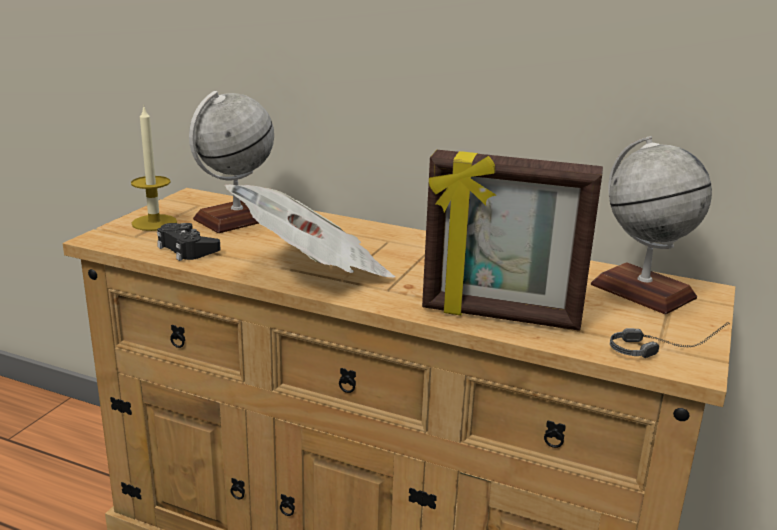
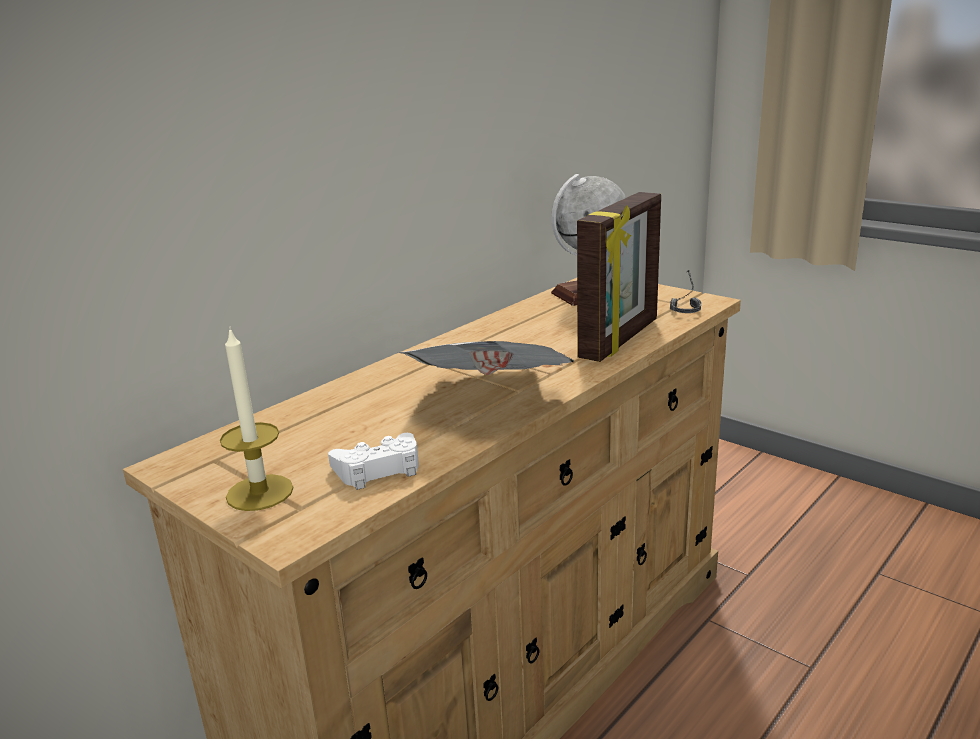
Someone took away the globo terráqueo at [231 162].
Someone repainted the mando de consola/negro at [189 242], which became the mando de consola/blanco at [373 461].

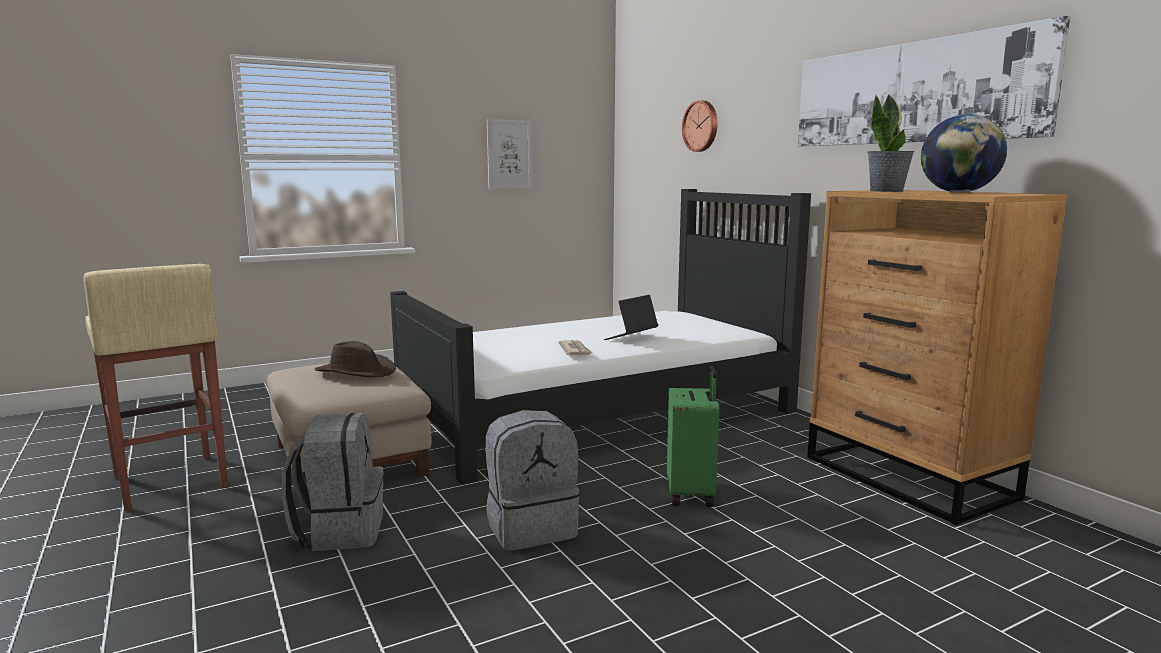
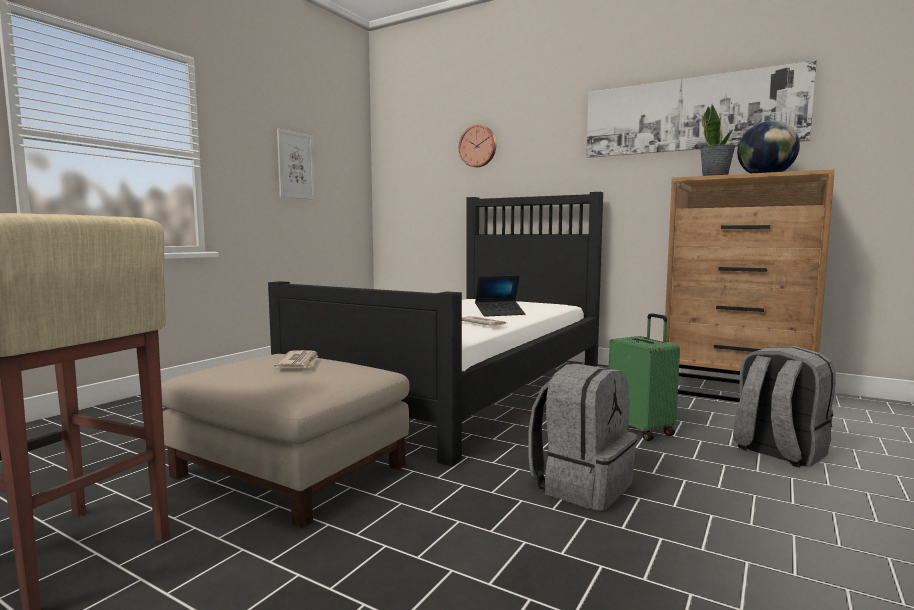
Someone rotated the portátil at [631 317] by 120 degrees counterclockwise.
Someone swapped the sombrero/marrón at [355 359] for the periódico at [296 359].
Someone carried the mochila/gris from [332 482] to [784 406].

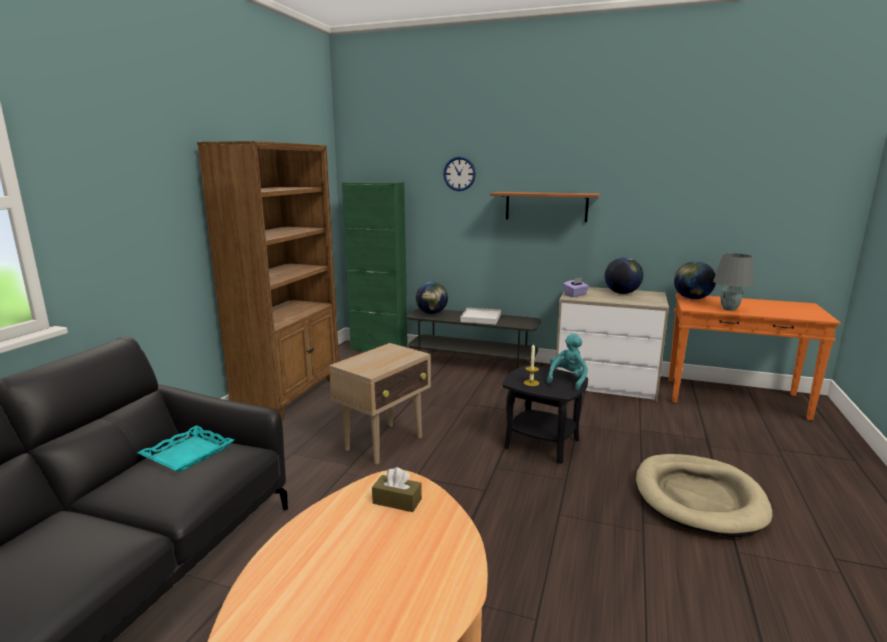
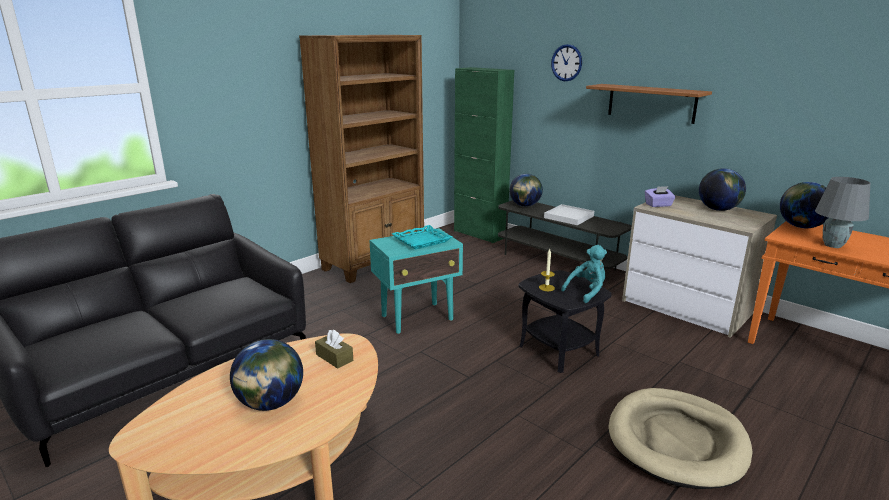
Someone repainted the mesa auxiliar/beis at [380 403], which became the mesa auxiliar/turquesa at [416 281].
Someone carried the bandeja/turquesa from [185 449] to [422 237].
Someone put down the globo terráqueo at [266 375].

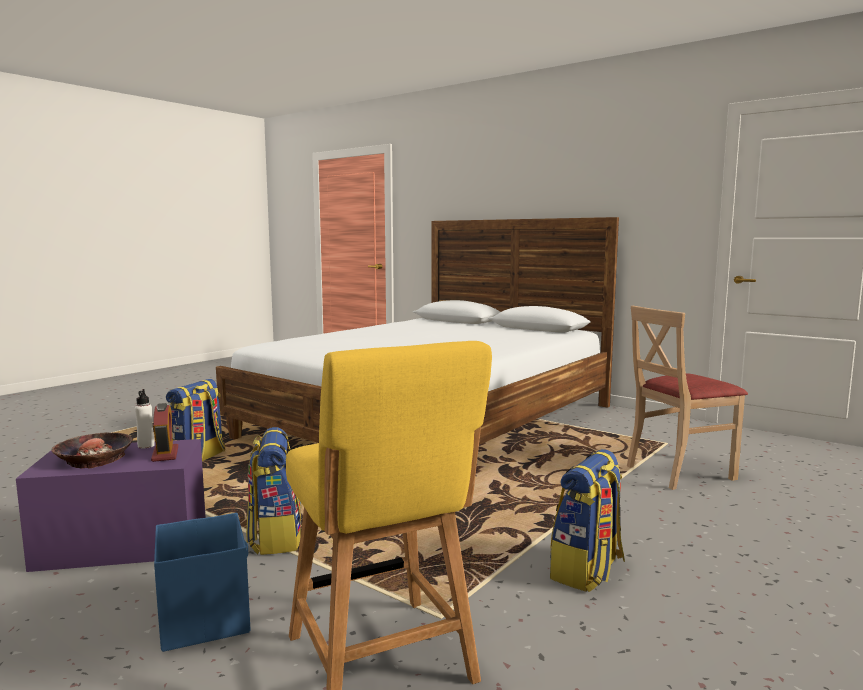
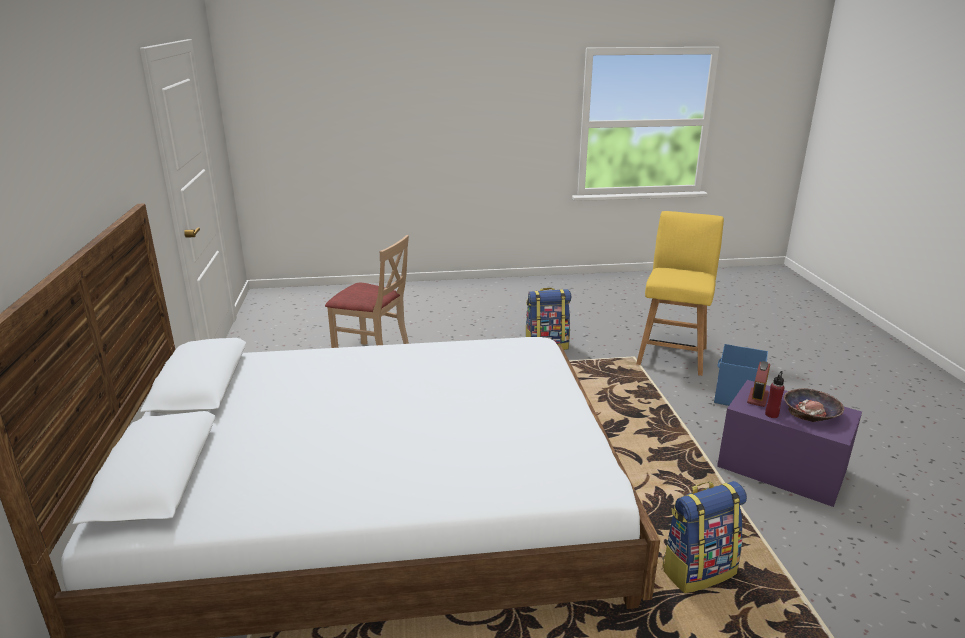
Someone repainted the botella/blanco at [145 419], which became the botella/rojo at [775 394].
Someone took away the mochila at [273 491].

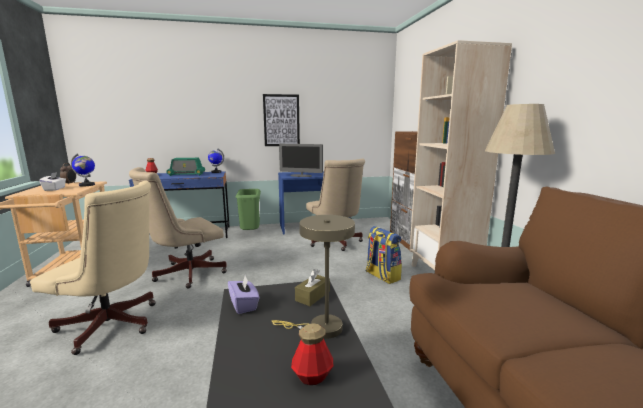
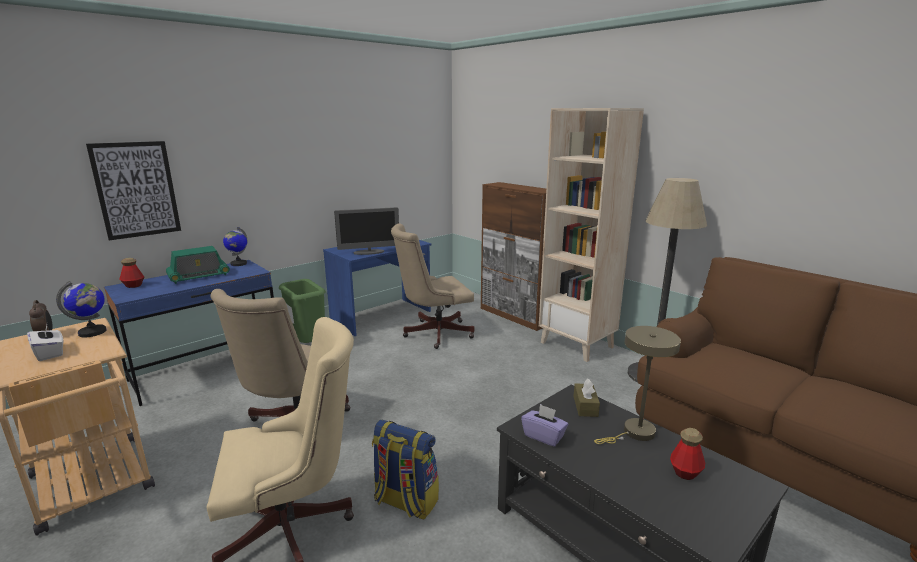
Someone carried the cuadro from [281 120] to [133 190].
Someone rotated the silla de oficina/beis at [335 205] by 120 degrees clockwise.
Someone carried the mochila from [384 255] to [405 470].

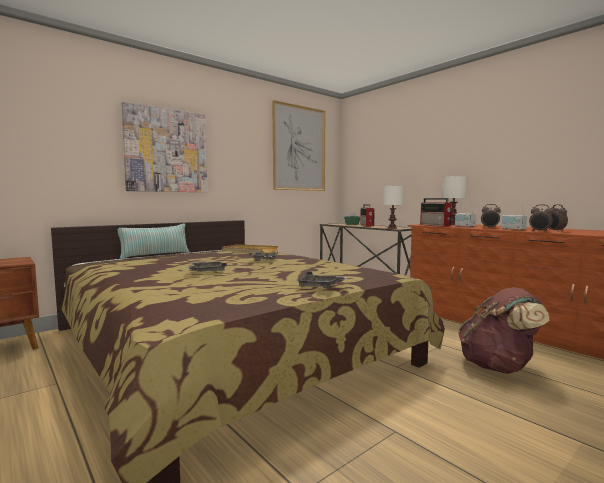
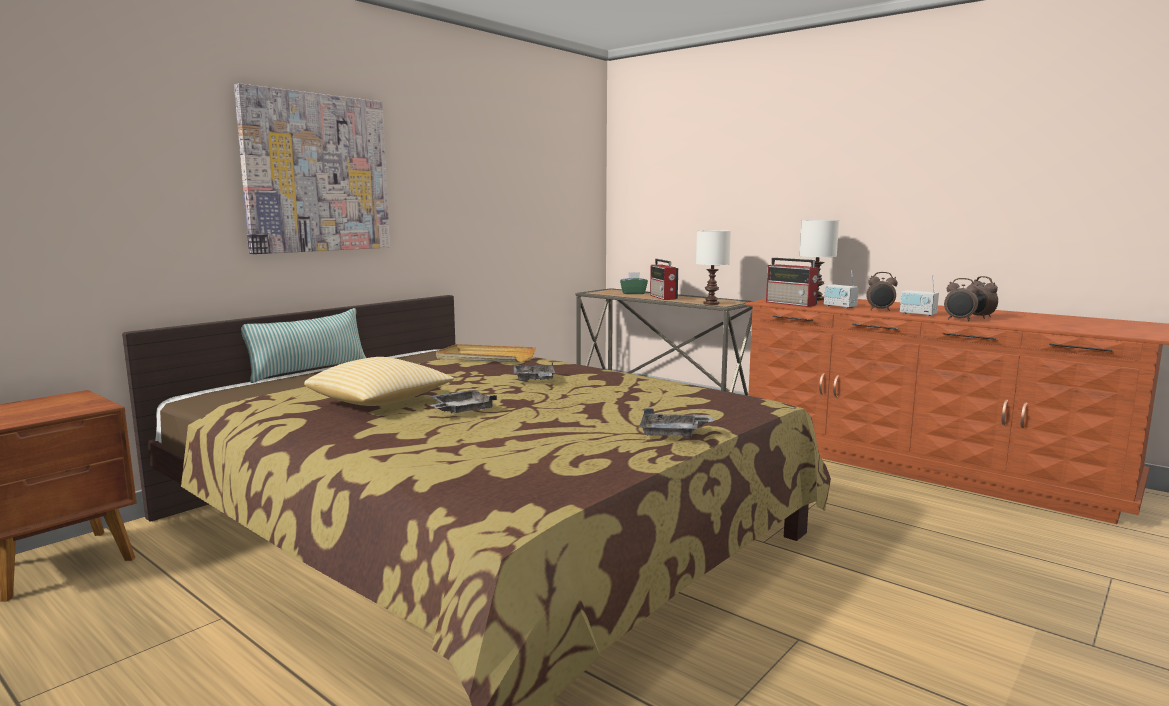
Someone took away the cuadro at [298 145].
Someone took away the mochila/marrón at [504 331].
Someone put down the cojín at [379 381].

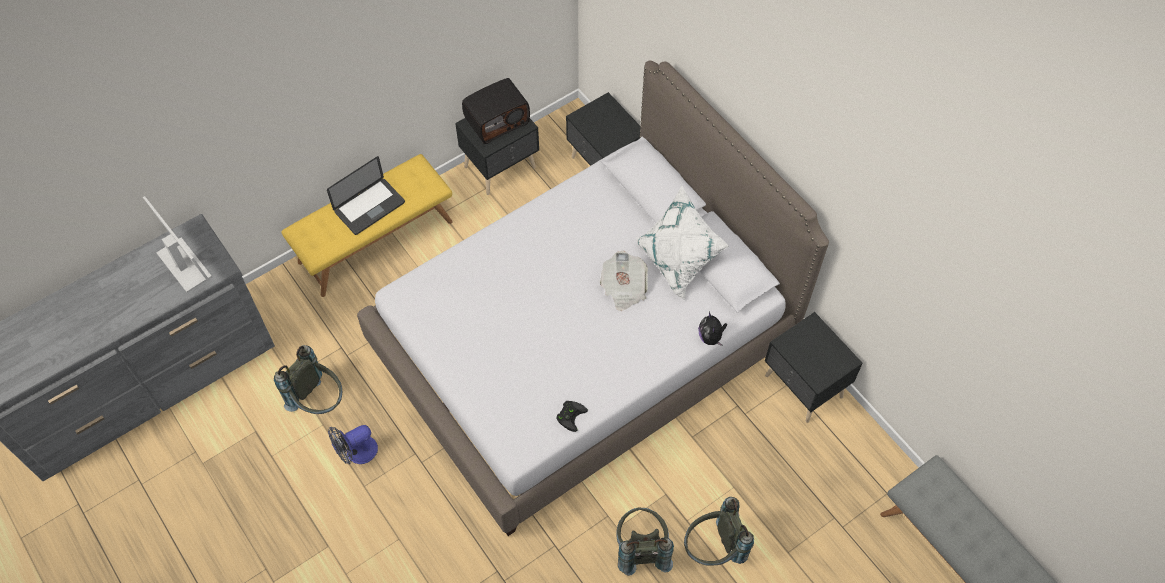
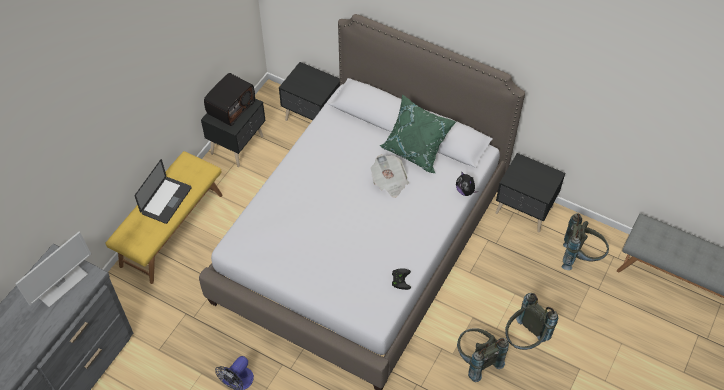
Someone repainted the cojín/blanco at [682 242], which became the cojín/verde at [418 134].
Someone rotated the monitor at [177 244] by 105 degrees clockwise.
Someone carried the mochila/gris from [308 379] to [585 241].

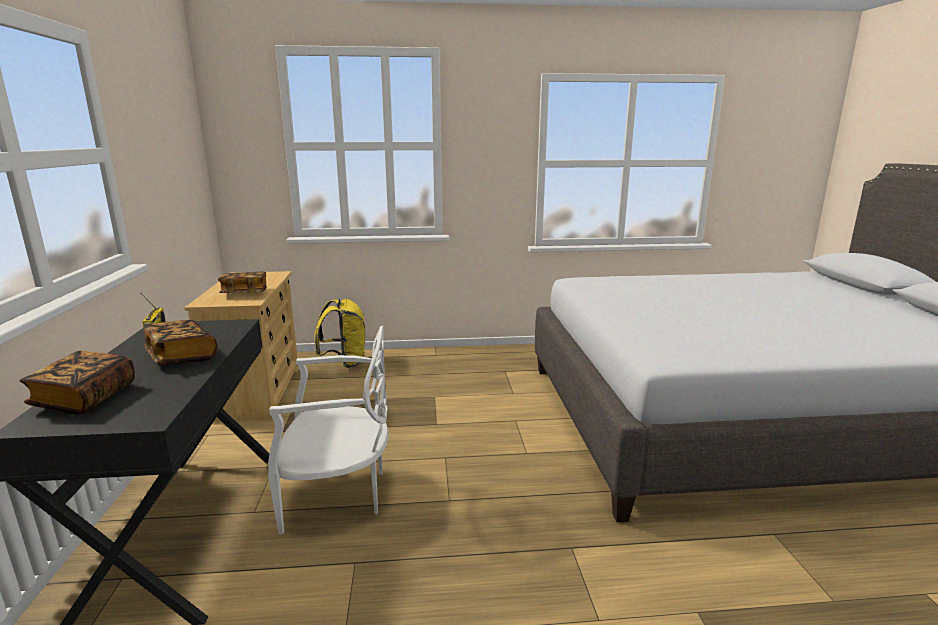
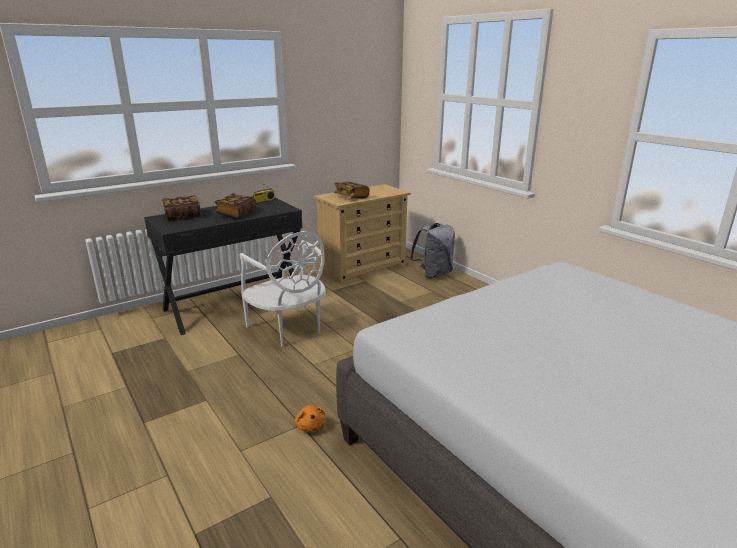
Someone repainted the mochila/amarillo at [339 333], which became the mochila/gris at [432 250].
Someone put down the peluche/naranja at [310 418].

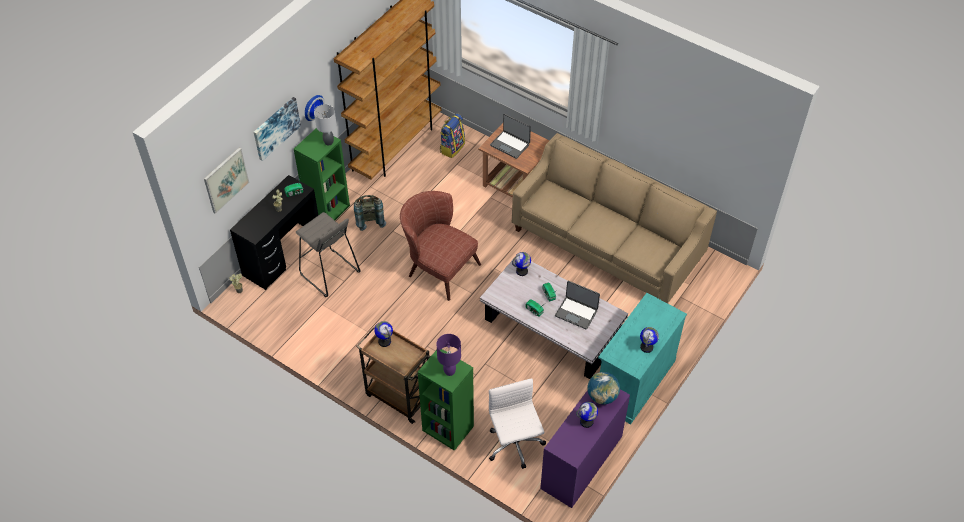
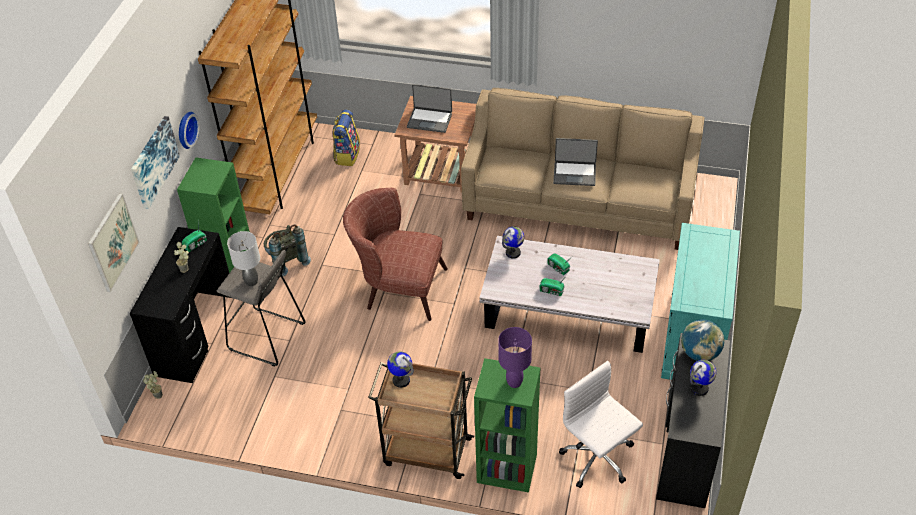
Someone carried the lámpara de mesa/gris from [325 124] to [243 258].
Someone carried the portátil from [577 305] to [575 162].
Someone took away the globo terráqueo at [649 340].
Someone repainted the escritorio/morado at [585 448], which became the escritorio/negro at [693 420].

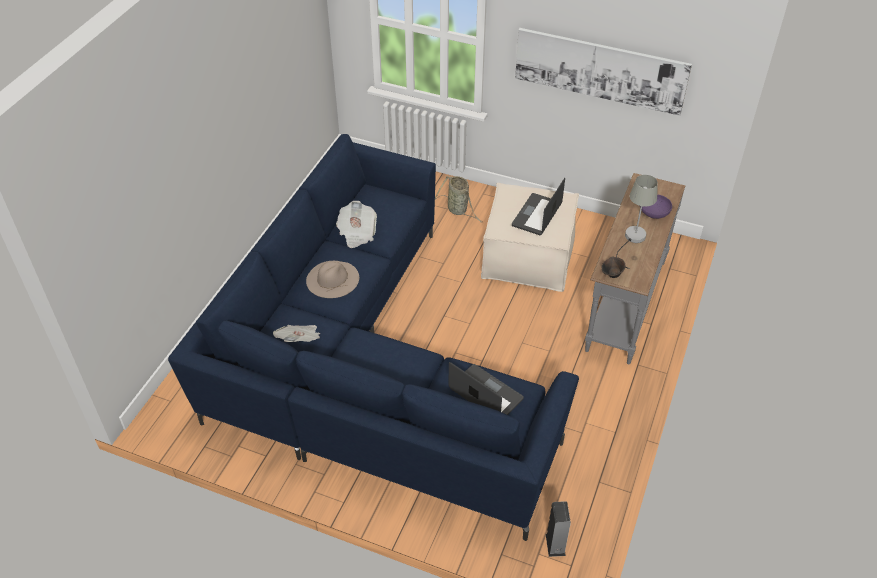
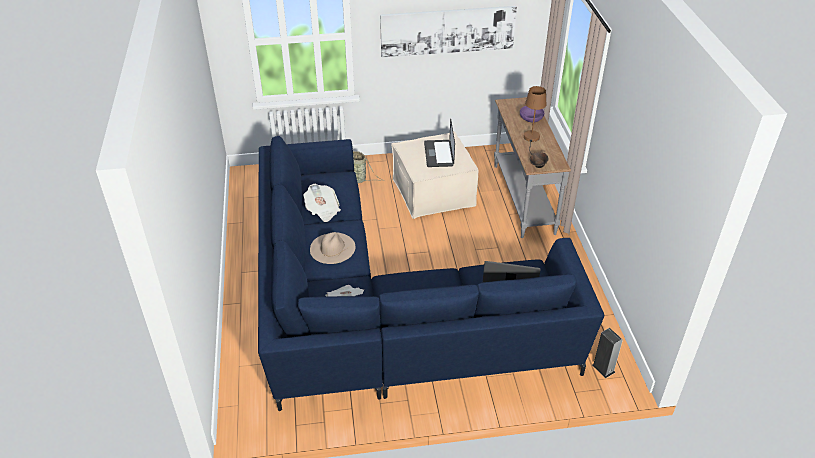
Someone repainted the lámpara de mesa/gris at [637 222], which became the lámpara de mesa/marrón at [535 120].

